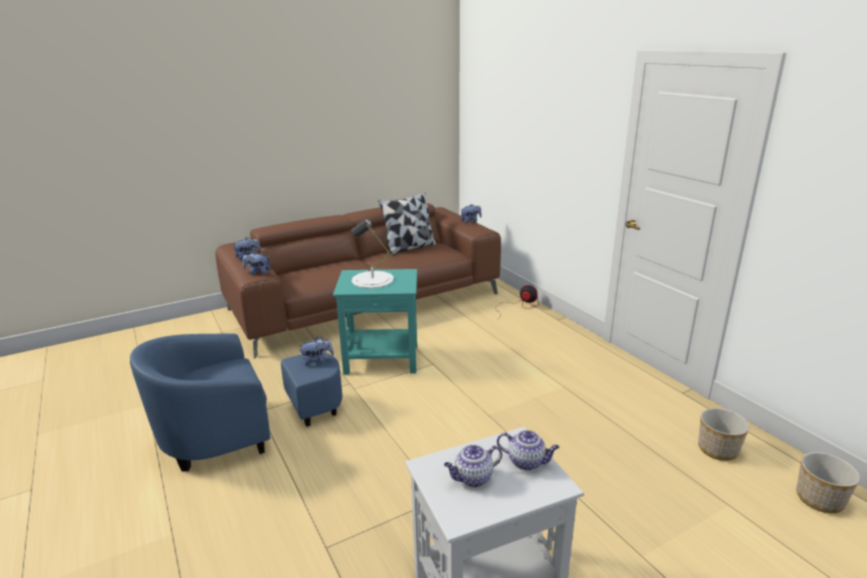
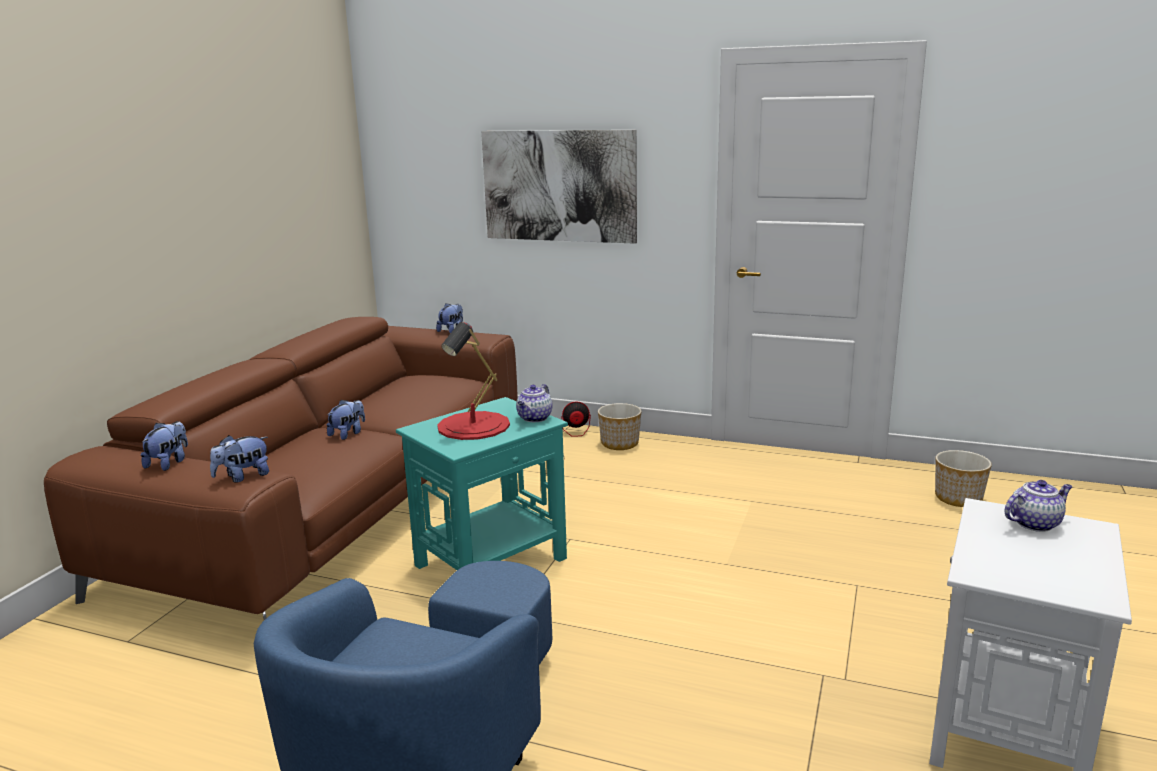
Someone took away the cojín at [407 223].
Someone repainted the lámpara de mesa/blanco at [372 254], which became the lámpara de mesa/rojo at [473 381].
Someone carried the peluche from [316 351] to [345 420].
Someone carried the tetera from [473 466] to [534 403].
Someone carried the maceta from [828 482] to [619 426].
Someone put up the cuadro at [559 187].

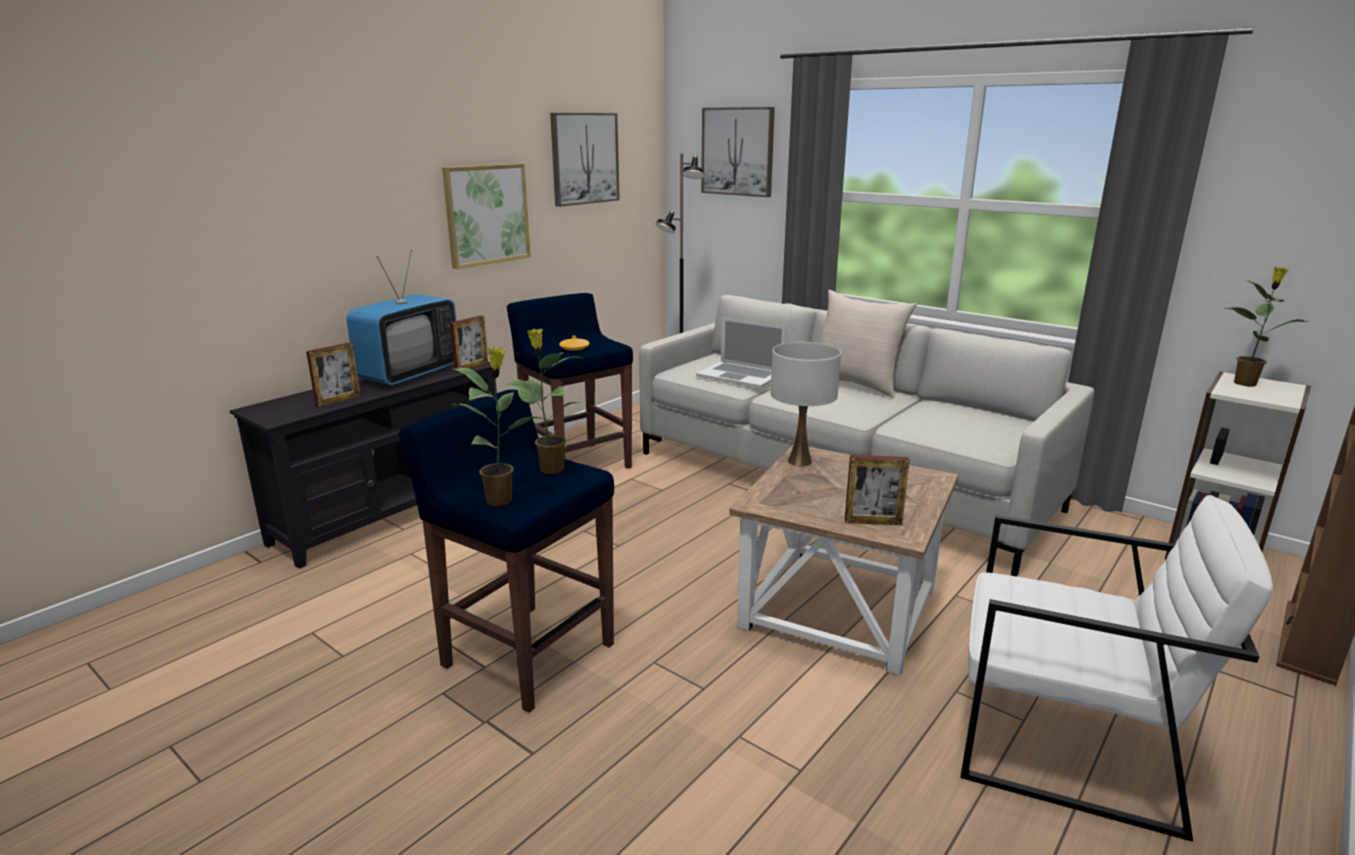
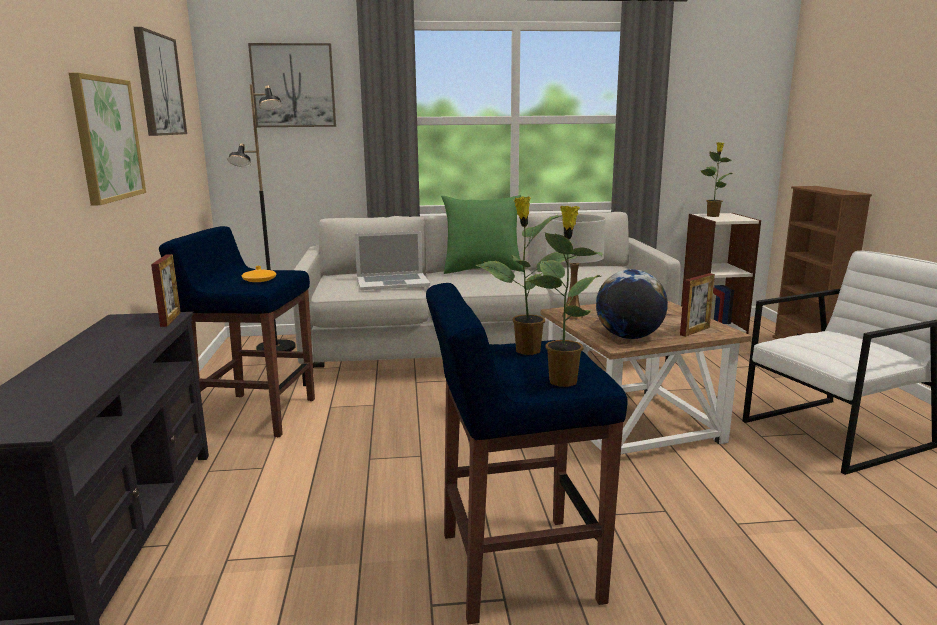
Someone took away the televisor at [401 317].
Someone repainted the cojín/beis at [868 344], which became the cojín/verde at [482 234].
Someone took away the portarretratos at [333 374].
Someone put down the globo terráqueo at [632 304].

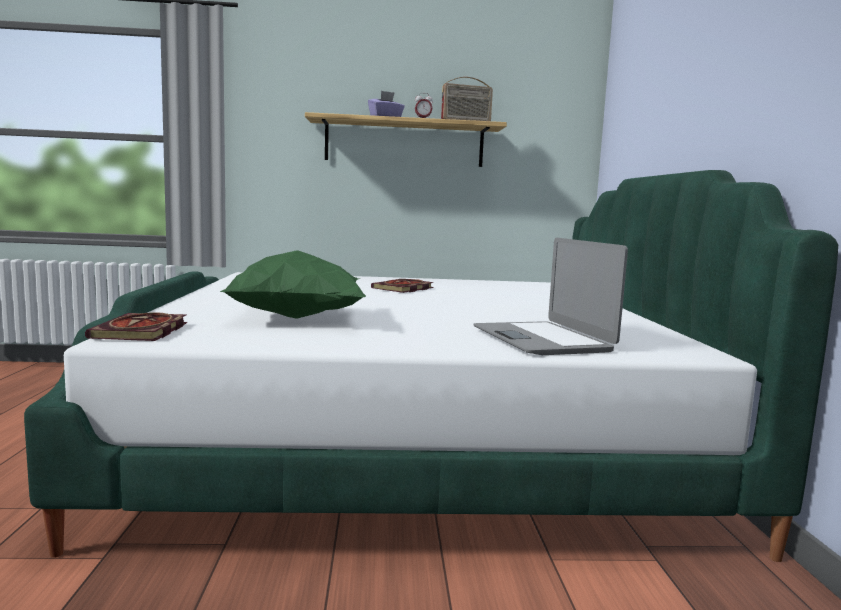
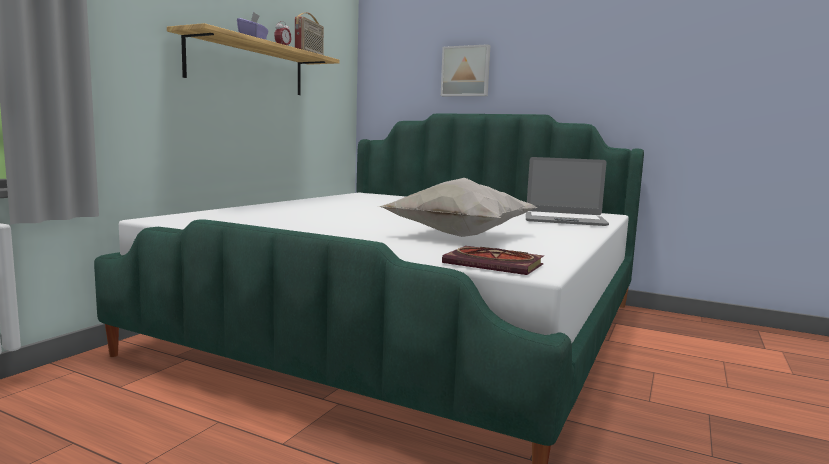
Someone repainted the cojín/verde at [293 284], which became the cojín/blanco at [457 207].
Someone took away the libro at [402 286].
Someone put up the cuadro at [465 70].

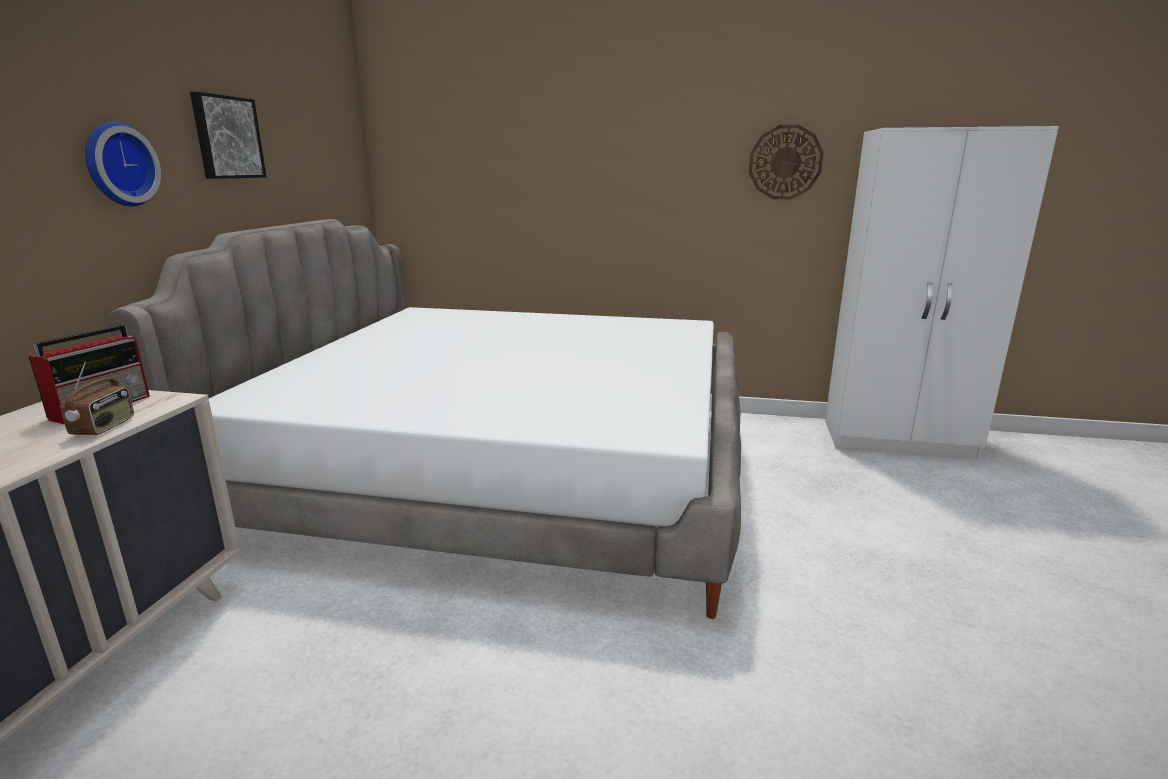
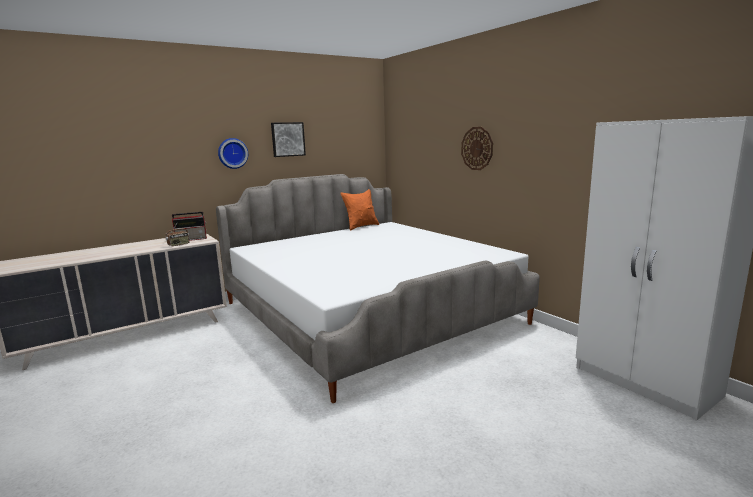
Someone carried the reloj de pared from [786 162] to [477 148].
Someone put down the cojín/naranja at [359 210].

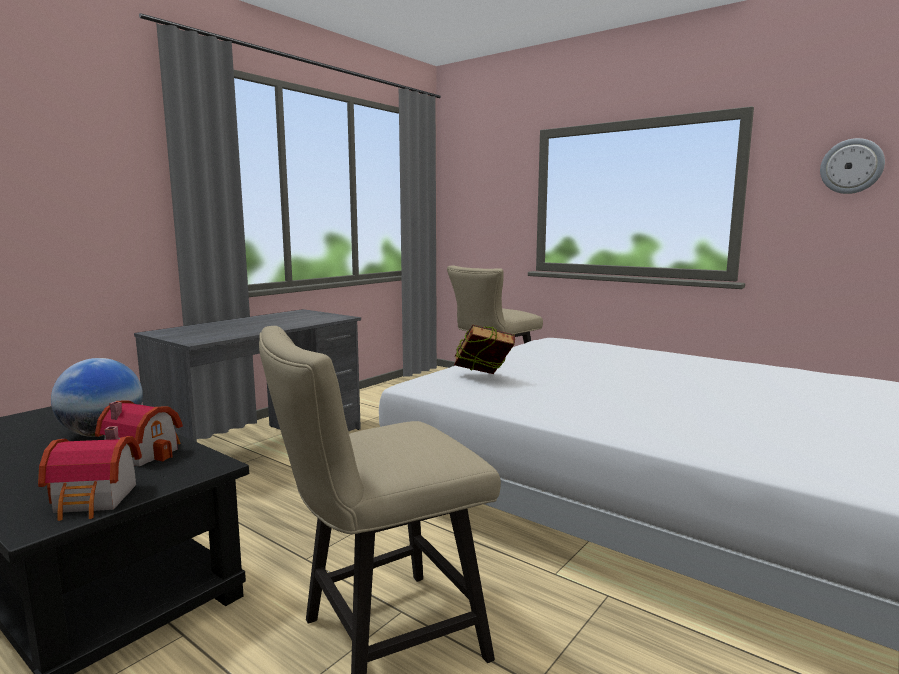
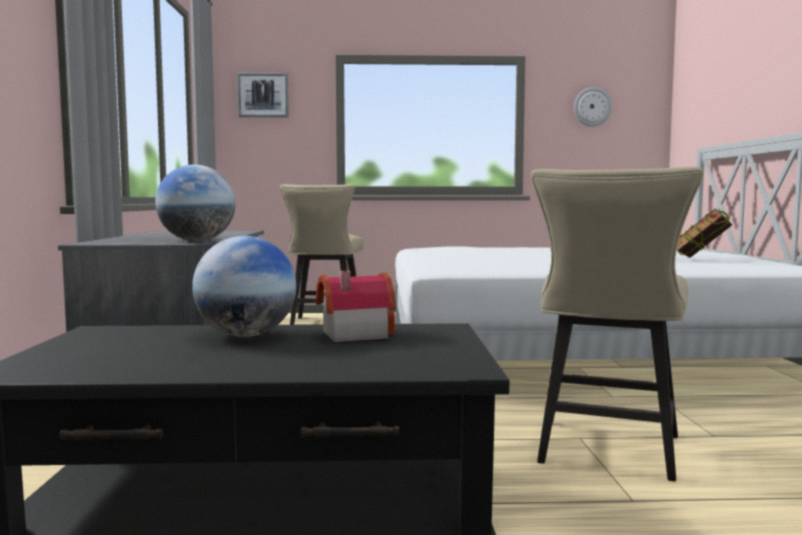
Someone carried the libro from [484 349] to [704 233].
Someone took away the casita at [90 473].
Someone put up the cuadro at [263 95].
Someone put down the globo terráqueo at [195 203].

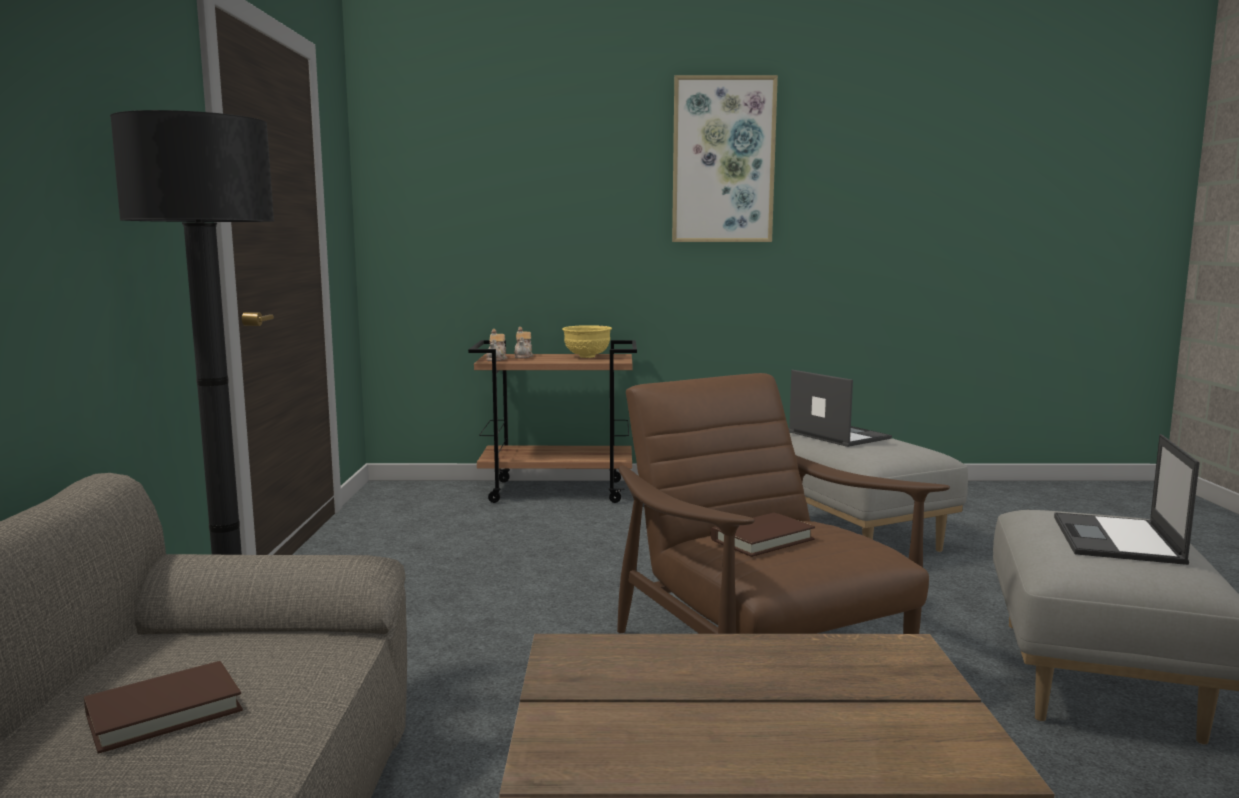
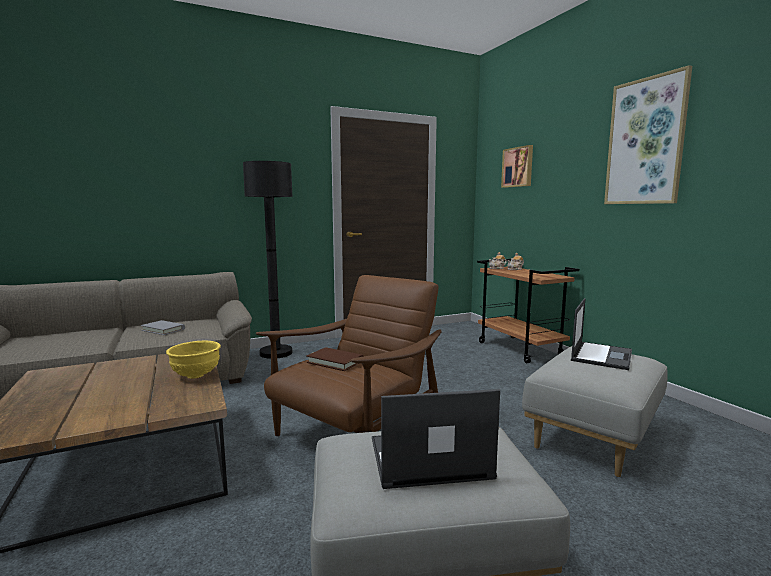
Someone carried the cuenco/amarillo from [587 341] to [193 360].
Someone repainted the libro/marrón at [163 707], which became the libro/gris at [163 327].
Someone put up the cuadro at [517 166].

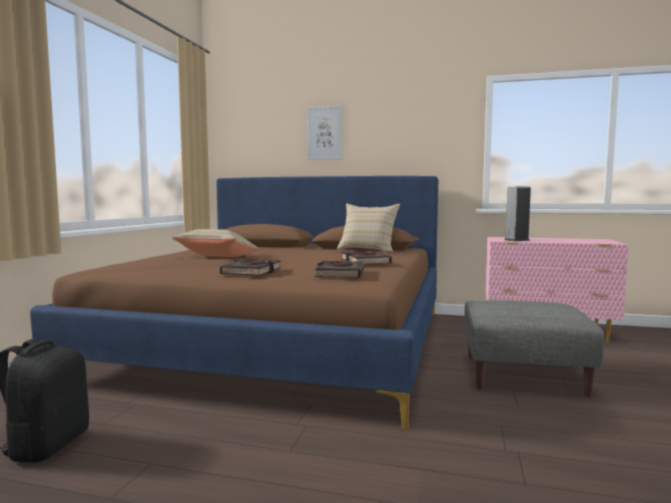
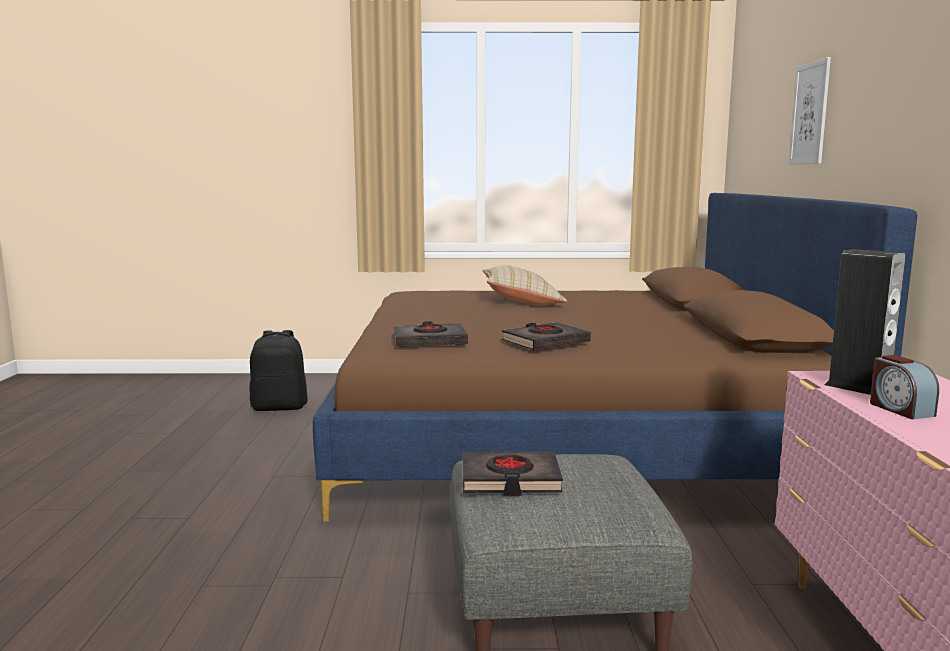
Someone took away the cojín/beis at [368 228].
Someone carried the libro/negro from [250 268] to [513 473].
Someone put down the despertador at [904 387].

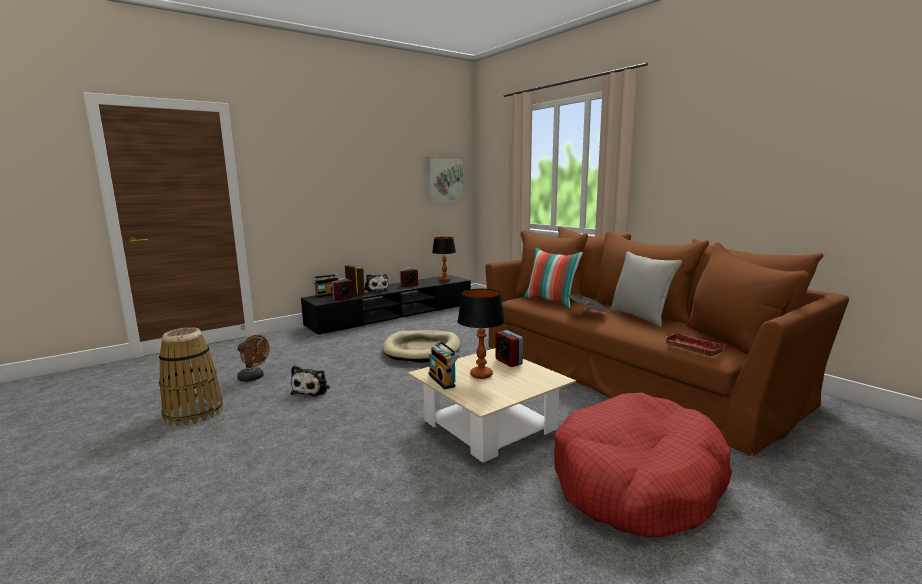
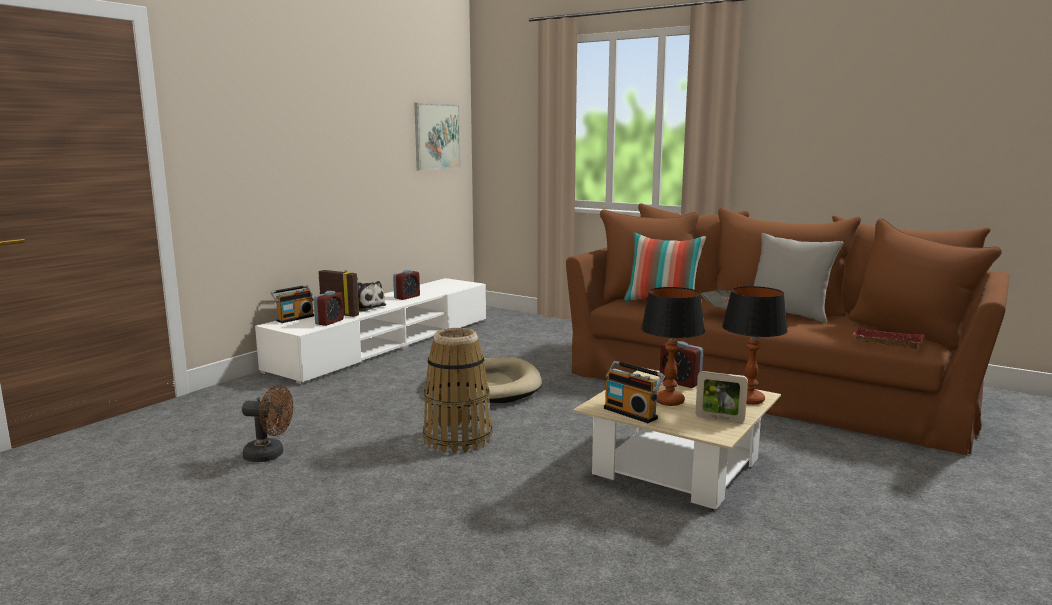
Someone carried the lámpara de mesa from [444 259] to [755 345].
Someone repainted the mueble de televisión/negro at [386 305], which became the mueble de televisión/blanco at [370 331].
Someone carried the cesta from [191 376] to [457 390].
Someone took away the peluche at [310 381].
Someone took away the cama para perro/rojo at [643 465].
Someone put down the portarretratos at [722 397].

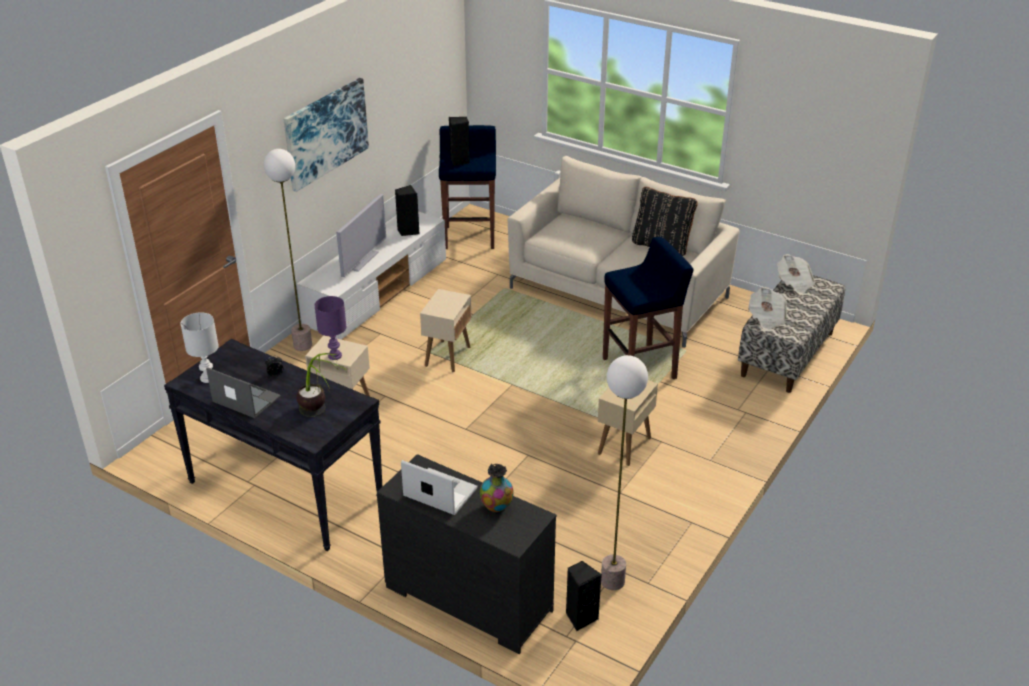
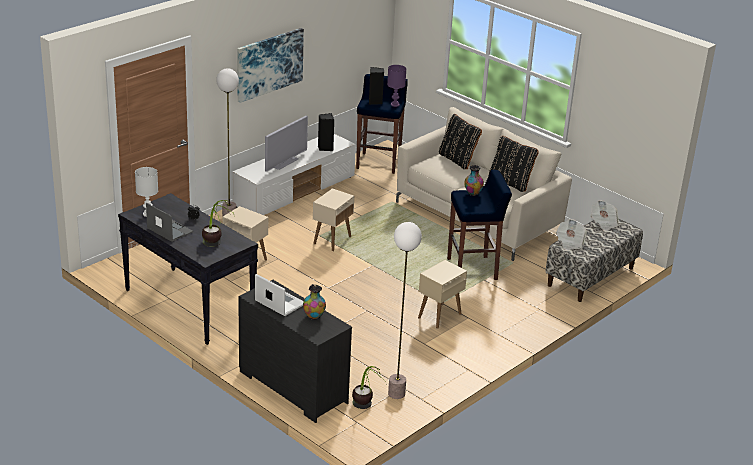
Someone carried the lámpara de mesa/morado from [330 328] to [396 86].
Someone swapped the altavoz/negro at [584 595] for the planta en maceta at [369 387].
Someone put down the cojín/negro at [460 141].
Someone put down the florero at [474 180].

